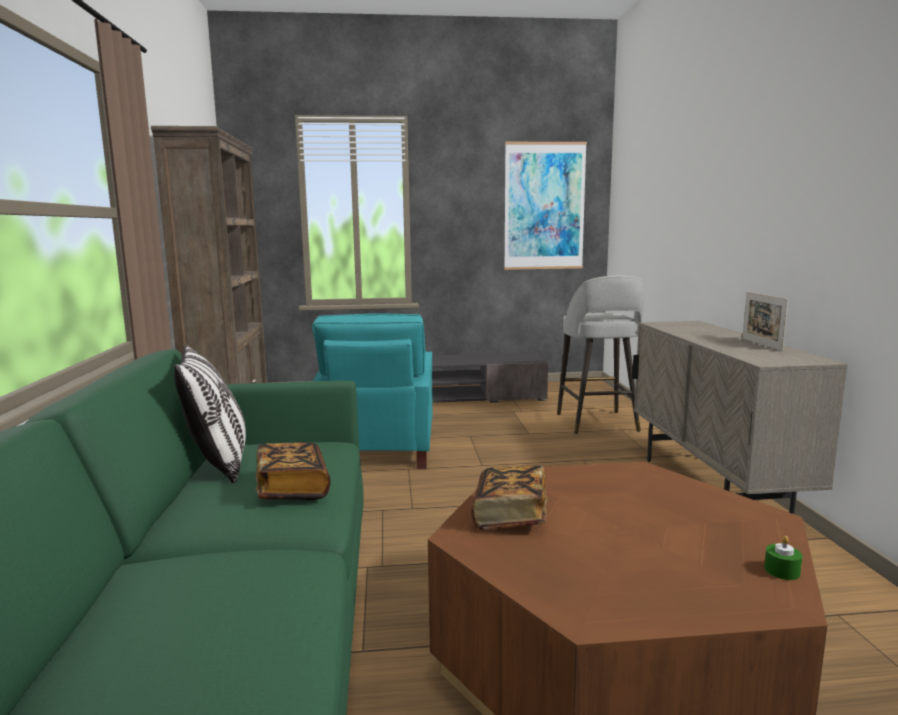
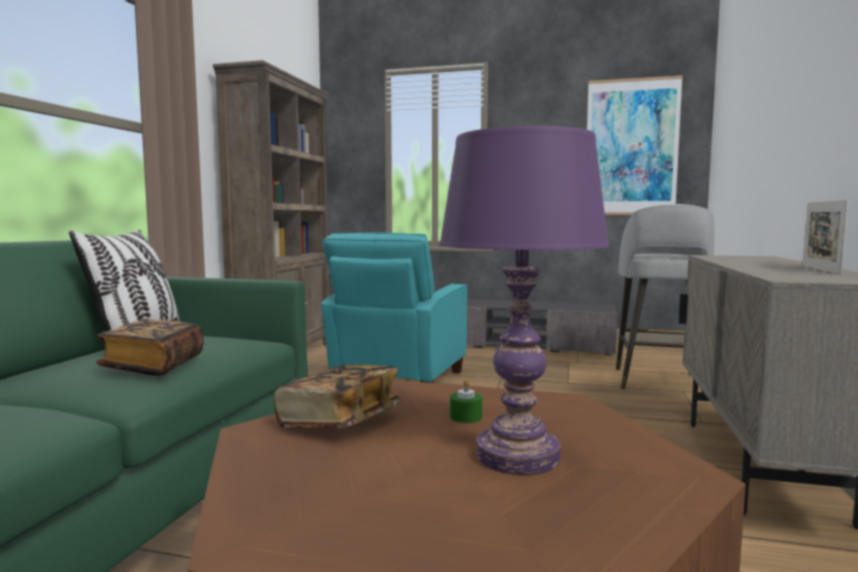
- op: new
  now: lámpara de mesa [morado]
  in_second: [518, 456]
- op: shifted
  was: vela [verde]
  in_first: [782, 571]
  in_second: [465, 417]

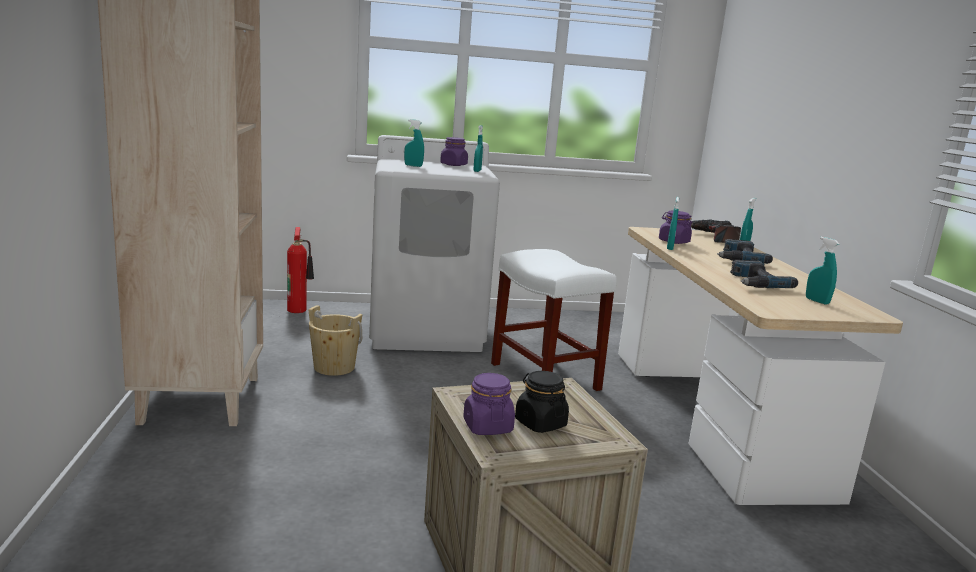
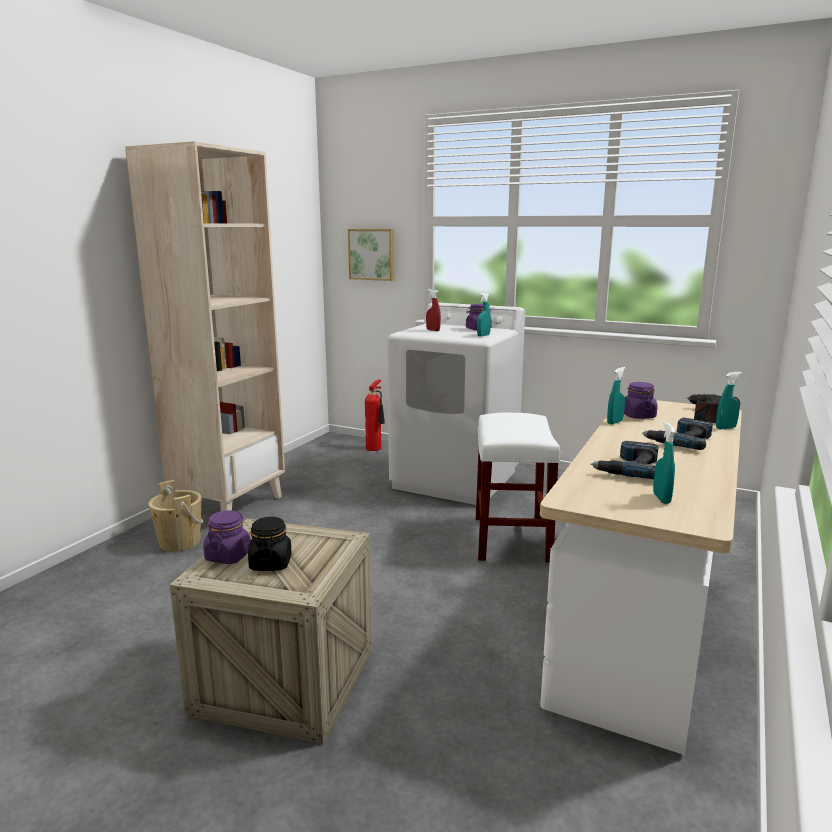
- op: new
  now: cuadro
  in_second: [372, 254]
- op: shifted
  was: cubo [beis]
  in_first: [334, 367]
  in_second: [180, 542]
- op: repainted
  was: pulverizador [turquesa]
  now: pulverizador [rojo]
  in_first: [413, 166]
  in_second: [433, 330]

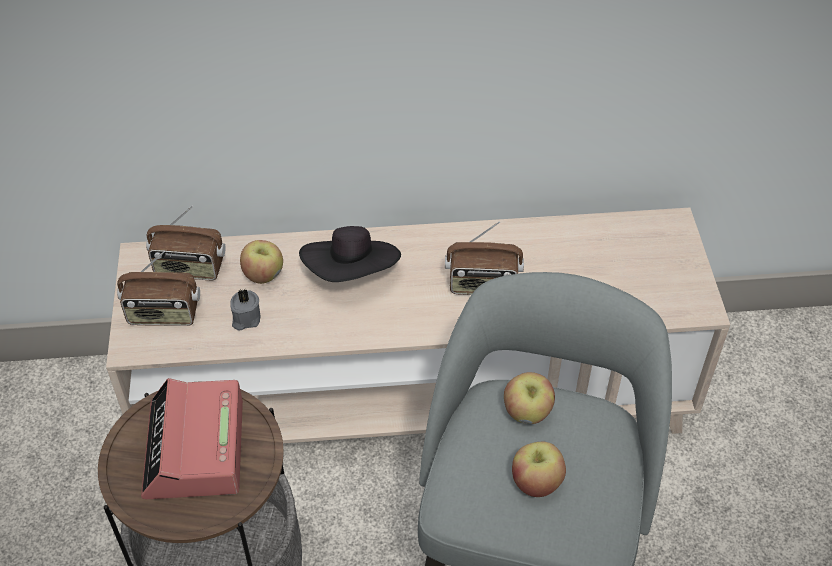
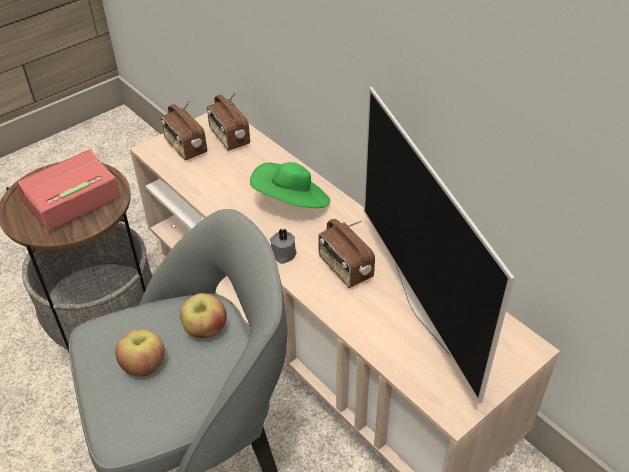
- op: gone
  was: manzana
  in_first: [263, 275]
- op: new
  now: televisor
  in_second: [424, 307]
- op: shifted
  was: vela [gris]
  in_first: [245, 319]
  in_second: [282, 254]
- op: repainted
  was: sombrero [negro]
  now: sombrero [verde]
  in_first: [352, 273]
  in_second: [292, 203]

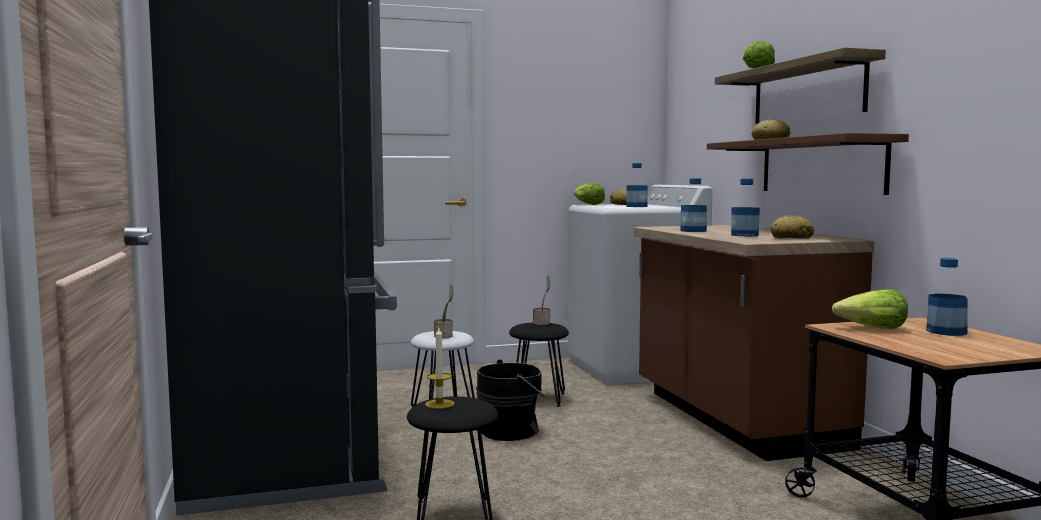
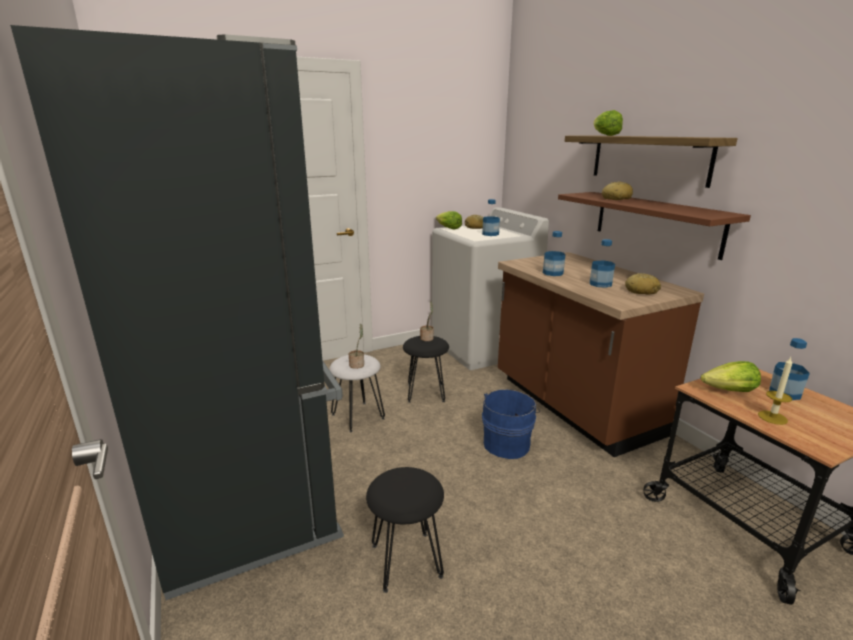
- op: gone
  was: cubo [negro]
  in_first: [512, 430]
- op: new
  now: cubo [azul]
  in_second: [507, 443]
- op: shifted
  was: vela
  in_first: [439, 404]
  in_second: [772, 417]

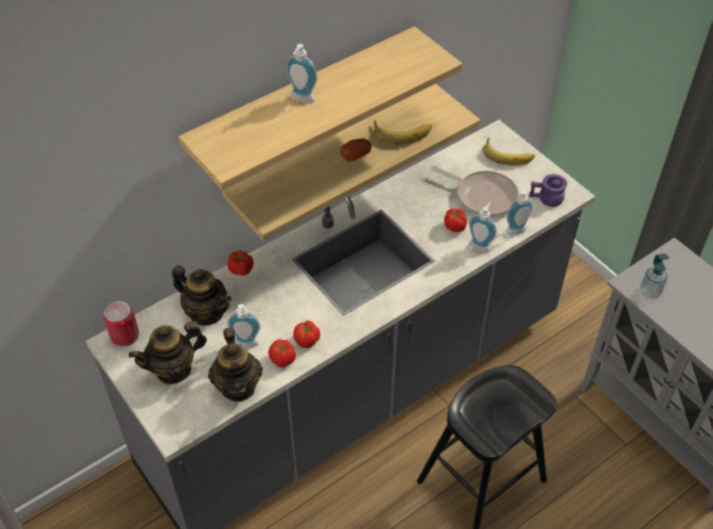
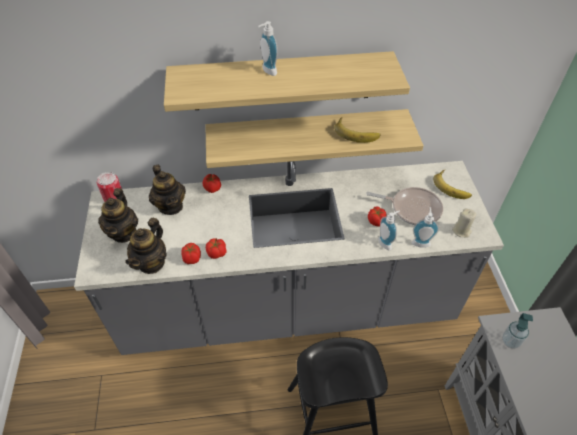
- op: gone
  was: dispensador de jabón
  in_first: [246, 345]
- op: gone
  was: patata
  in_first: [356, 155]
- op: swapped
  was: taza grande [morado]
  now: vela [beis]
  in_first: [547, 199]
  in_second: [461, 231]
- op: rotated
  was: tetera
  in_first: [174, 369]
  in_second: [123, 232]
  clockwise: -90
- op: rotated
  was: sartén
  in_first: [483, 196]
  in_second: [412, 208]
  clockwise: -45

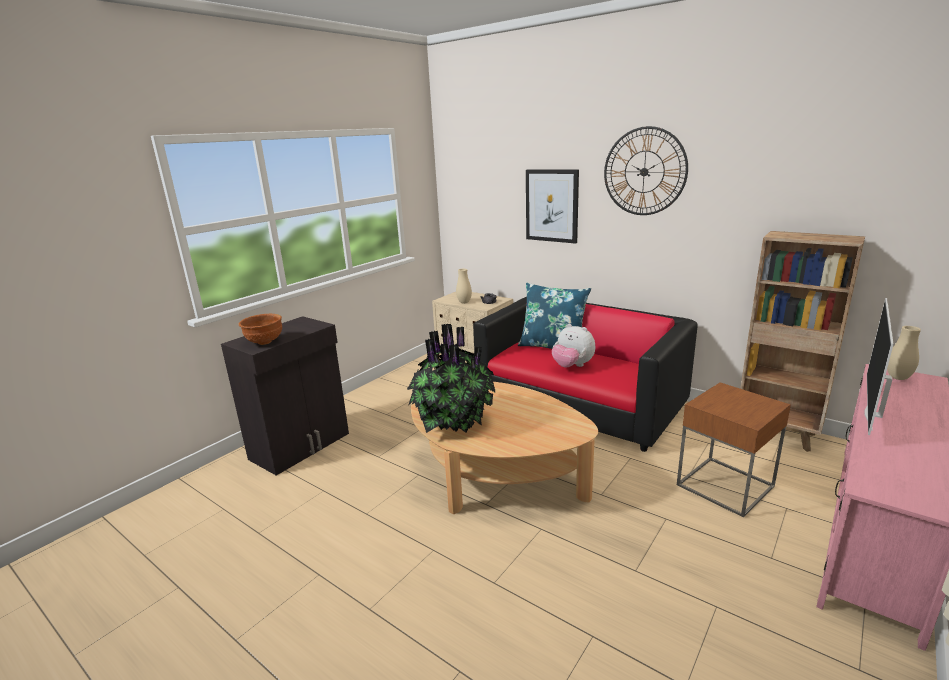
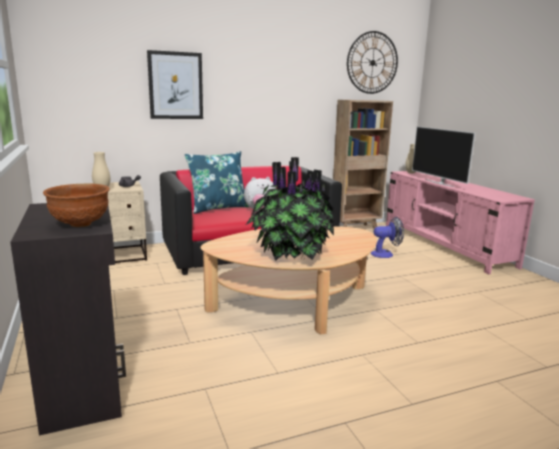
- op: shifted
  was: reloj de pared
  in_first: [644, 172]
  in_second: [372, 63]
- op: swapped
  was: mesa auxiliar [marrón]
  now: ventilador
  in_first: [725, 485]
  in_second: [385, 254]

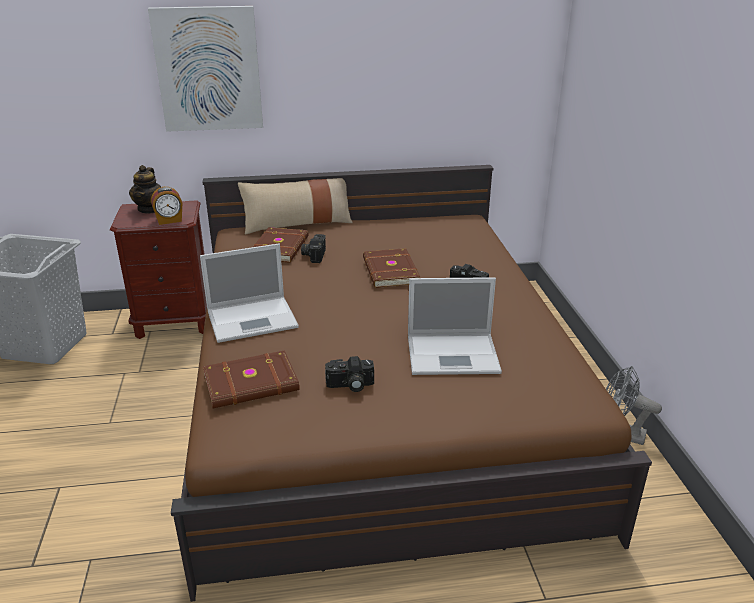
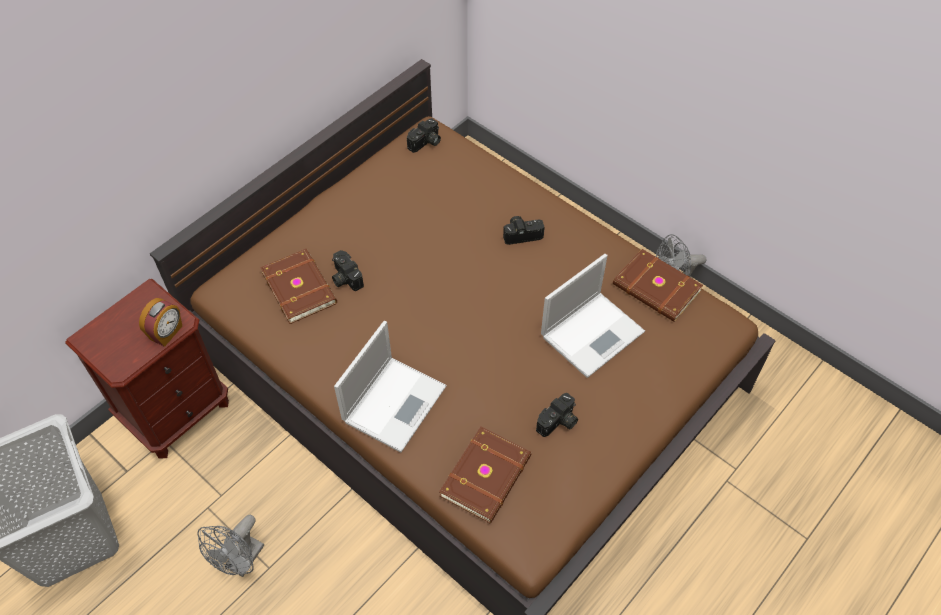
- op: gone
  was: tetera
  in_first: [150, 209]
- op: gone
  was: cuadro
  in_first: [208, 69]
- op: gone
  was: cojín [beis]
  in_first: [298, 224]
- op: new
  now: ventilador [gris]
  in_second: [241, 562]
- op: new
  now: cámara
  in_second: [426, 143]
- op: shifted
  was: libro [marrón]
  in_first: [389, 271]
  in_second: [656, 289]

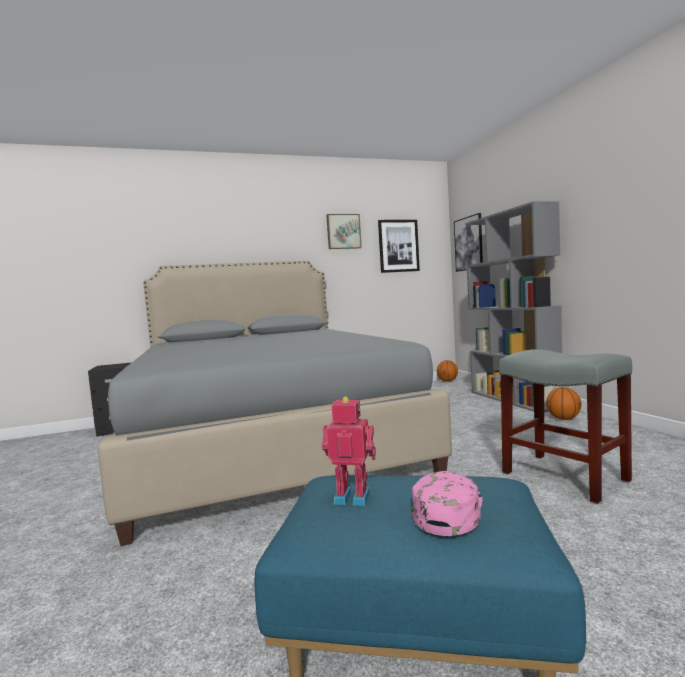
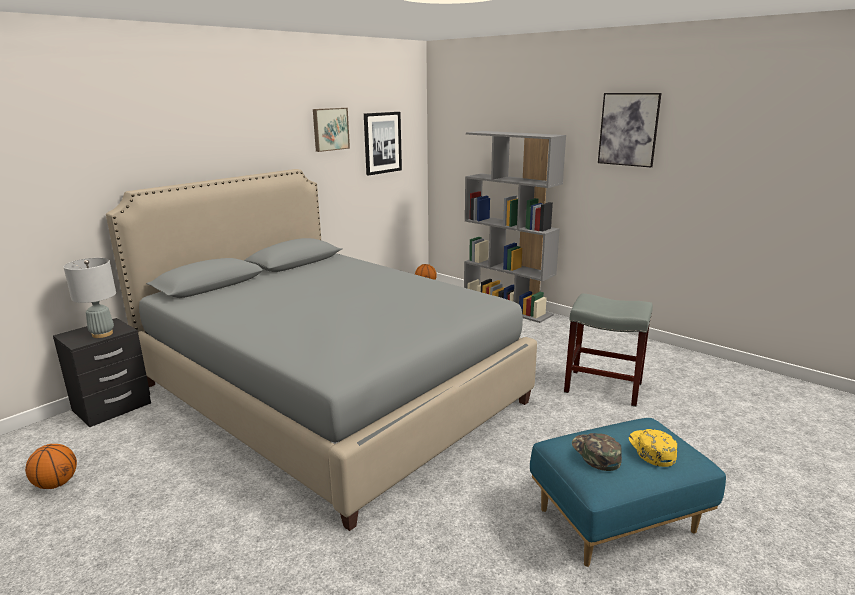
- op: new
  now: lámpara de mesa [gris]
  in_second: [102, 334]
- op: shifted
  was: cuadro
  in_first: [468, 243]
  in_second: [628, 129]
- op: shifted
  was: balón de baloncesto
  in_first: [563, 419]
  in_second: [56, 484]
- op: swapped
  was: robot de juguete
  now: gorra [verde]
  in_first: [352, 497]
  in_second: [595, 454]
- op: repainted
  was: gorra [rosa]
  now: gorra [amarillo]
  in_first: [448, 509]
  in_second: [651, 449]

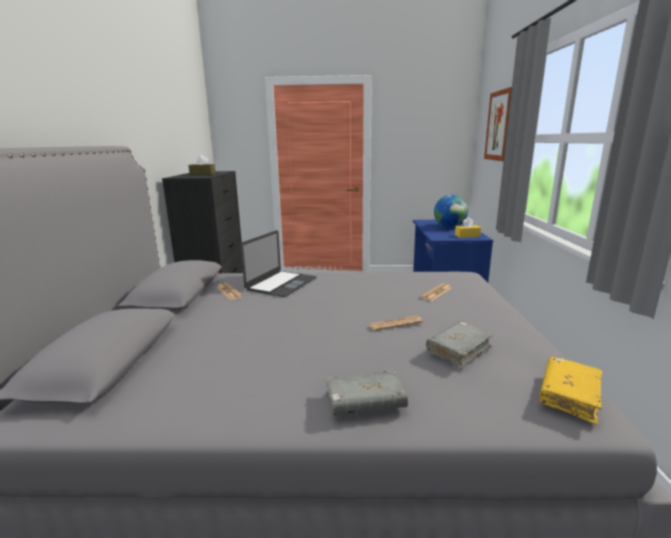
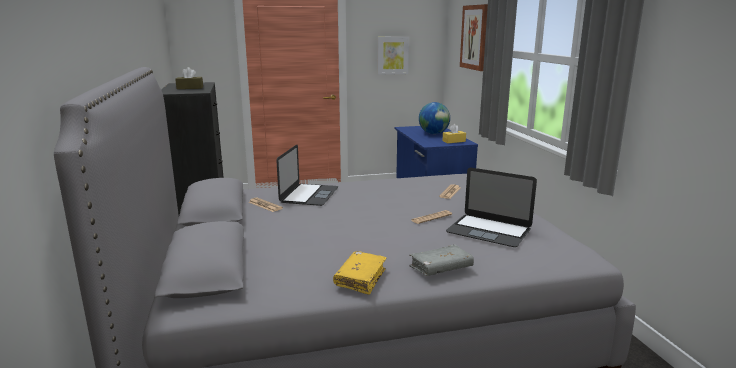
- op: new
  now: cuadro
  in_second: [392, 55]
- op: shifted
  was: libro [amarillo]
  in_first: [569, 395]
  in_second: [360, 278]
- op: swapped
  was: libro [gris]
  now: portátil
  in_first: [459, 350]
  in_second: [489, 230]

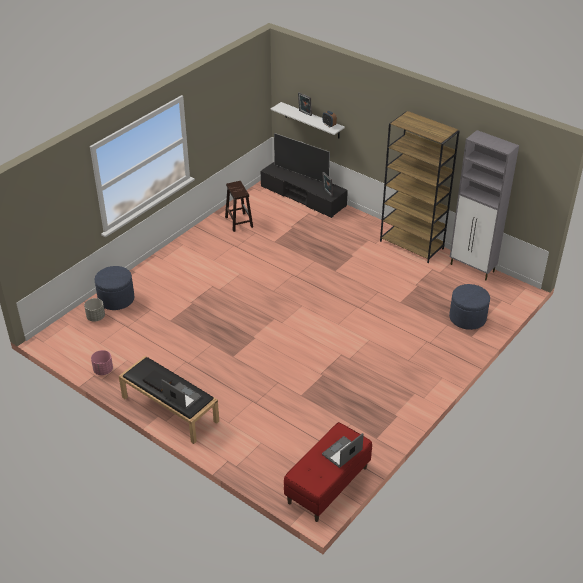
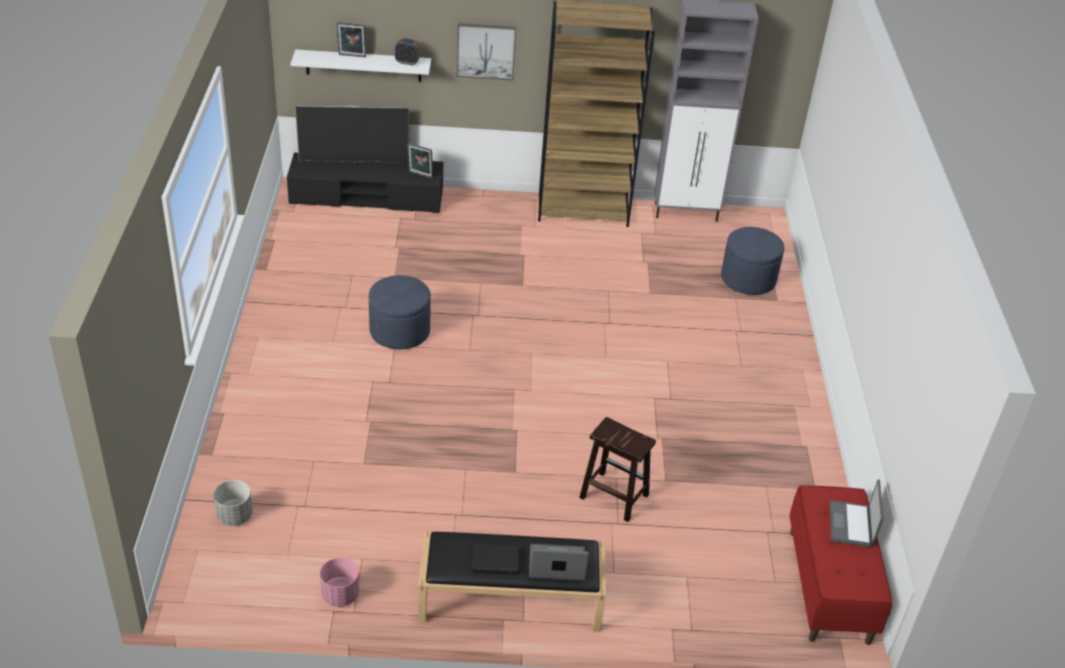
- op: new
  now: cuadro
  in_second: [486, 51]
- op: shifted
  was: puf [azul]
  in_first: [116, 299]
  in_second: [400, 331]
- op: shifted
  was: taburete [marrón]
  in_first: [238, 222]
  in_second: [613, 496]

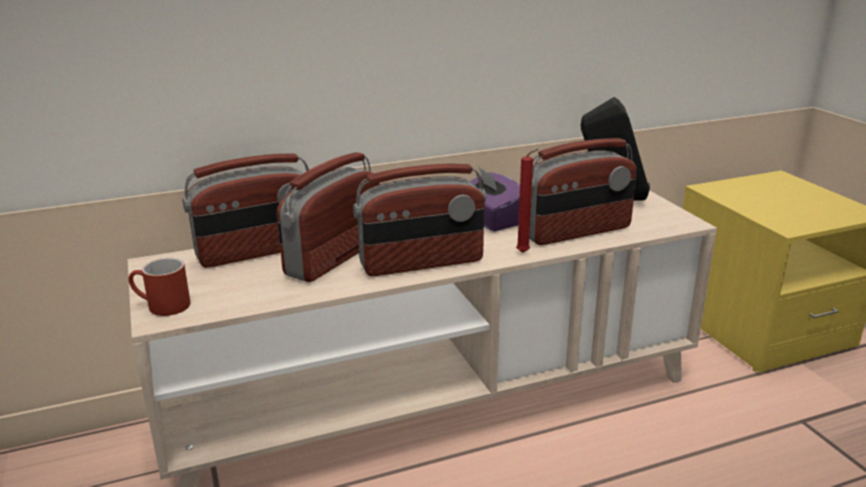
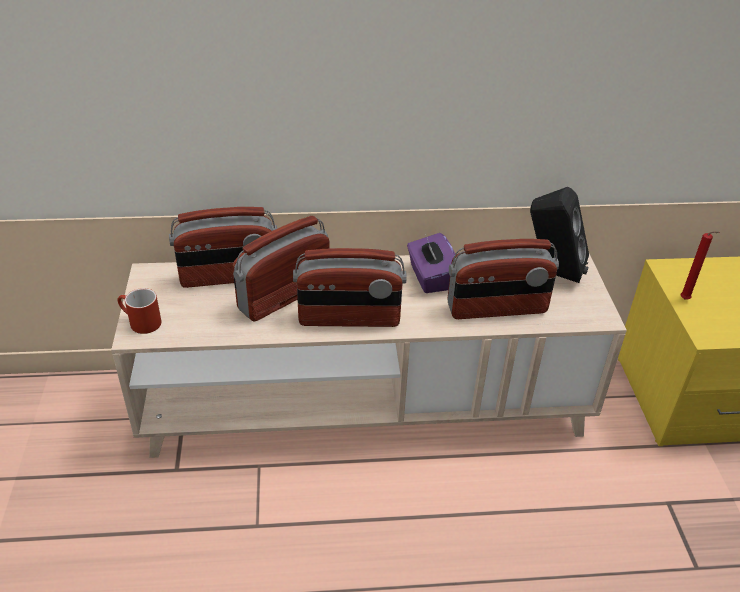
- op: shifted
  was: vela [rojo]
  in_first: [524, 253]
  in_second: [686, 300]

